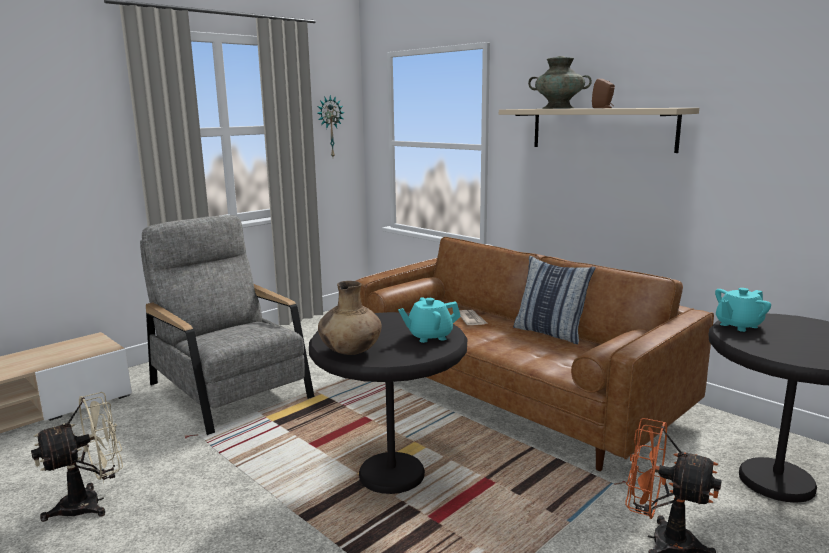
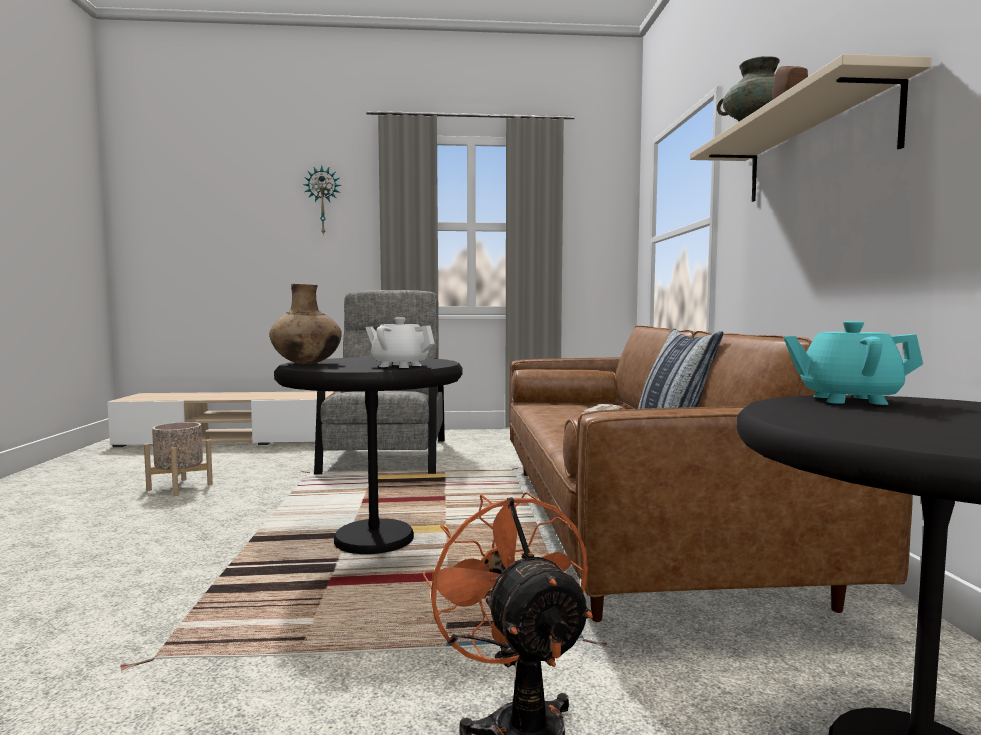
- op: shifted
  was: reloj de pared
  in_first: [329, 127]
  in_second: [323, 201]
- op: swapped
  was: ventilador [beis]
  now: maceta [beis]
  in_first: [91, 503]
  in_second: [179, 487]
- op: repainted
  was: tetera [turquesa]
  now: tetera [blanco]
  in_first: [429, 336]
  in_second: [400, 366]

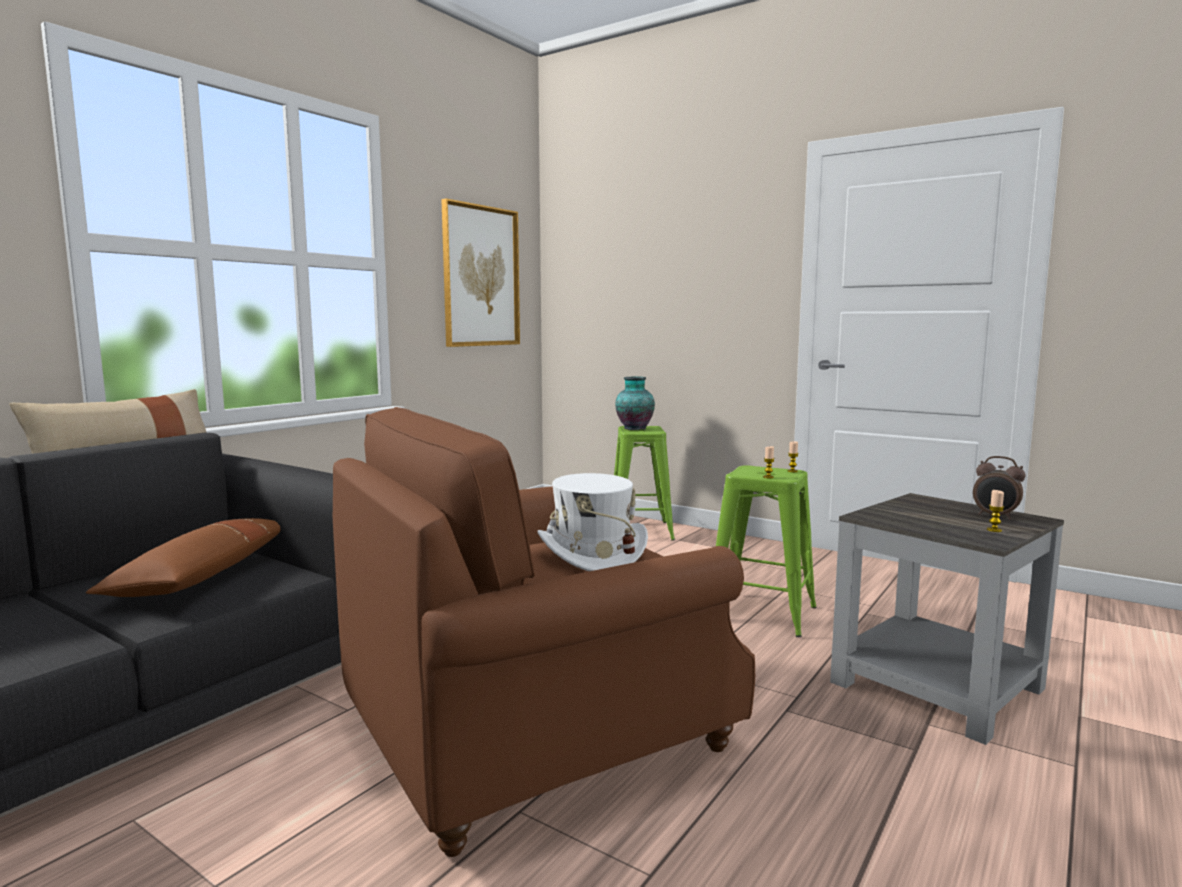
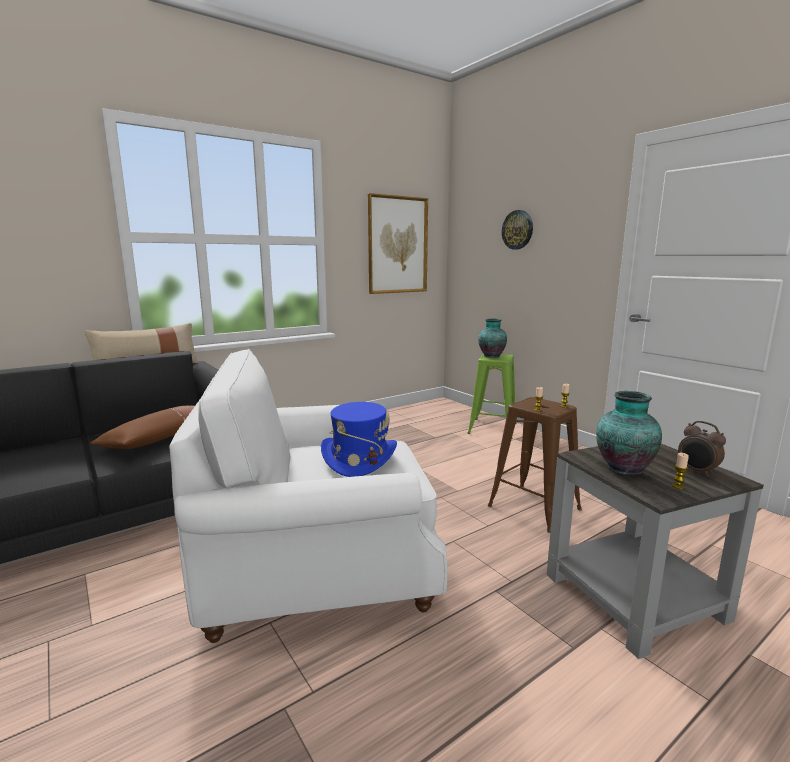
- op: new
  now: reloj de pared
  in_second: [517, 230]
- op: new
  now: florero
  in_second: [623, 468]
- op: repainted
  was: sillón [marrón]
  now: sillón [blanco]
  in_first: [534, 731]
  in_second: [317, 567]
- op: repainted
  was: sombrero [blanco]
  now: sombrero [azul]
  in_first: [591, 553]
  in_second: [359, 458]
- op: repainted
  was: taburete [verde]
  now: taburete [marrón]
  in_first: [762, 614]
  in_second: [534, 508]

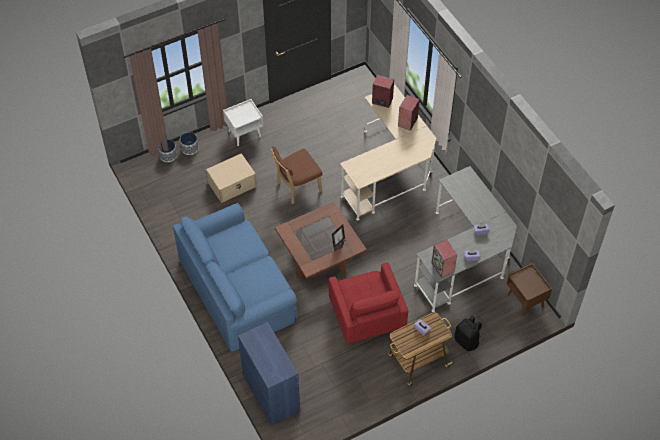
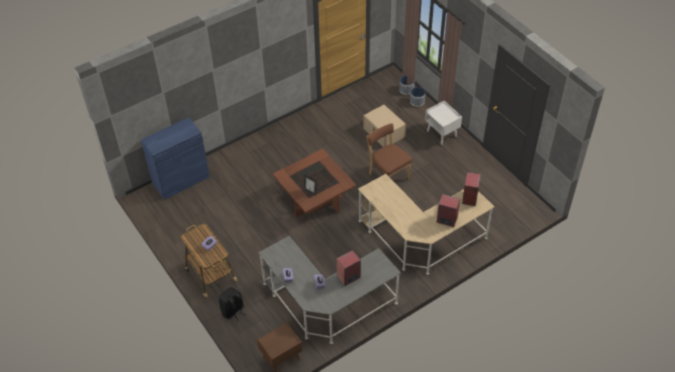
- op: gone
  was: sofá [azul]
  in_first: [237, 289]
- op: gone
  was: sillón [rojo]
  in_first: [366, 318]
- op: shifted
  was: altavoz
  in_first: [443, 267]
  in_second: [348, 277]

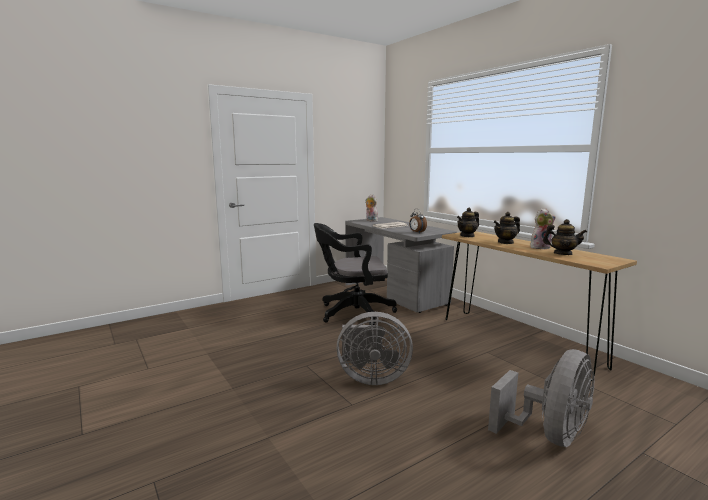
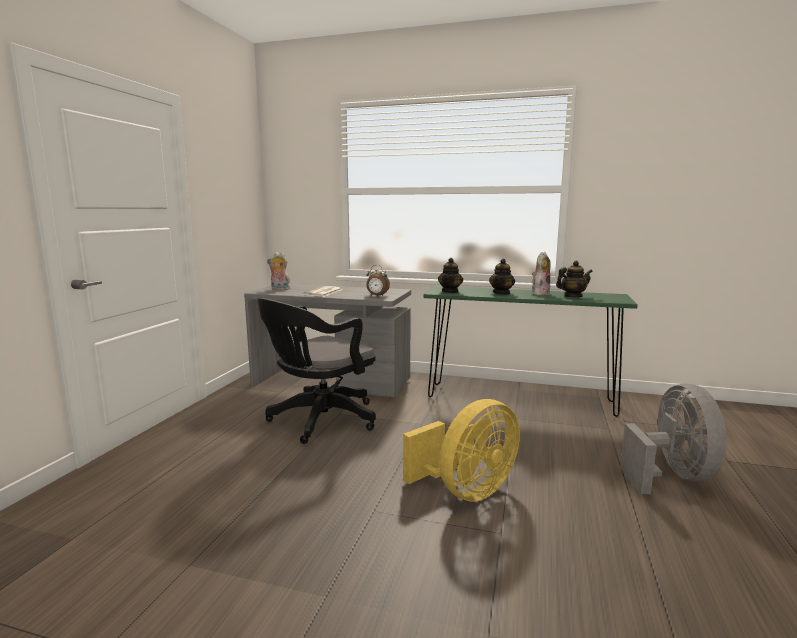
- op: repainted
  was: ventilador [gris]
  now: ventilador [amarillo]
  in_first: [371, 377]
  in_second: [466, 491]
- op: repainted
  was: mesa consola [marrón]
  now: mesa consola [verde]
  in_first: [517, 341]
  in_second: [519, 399]

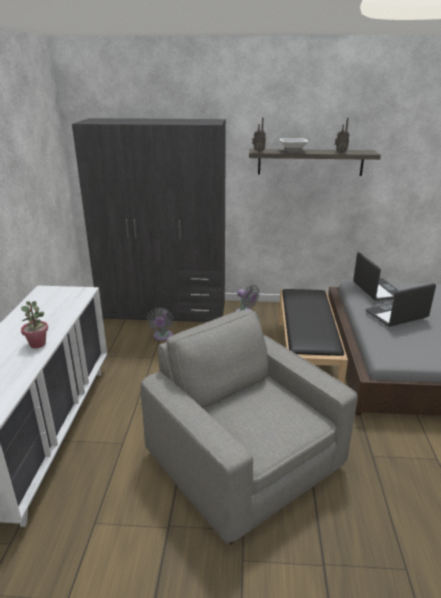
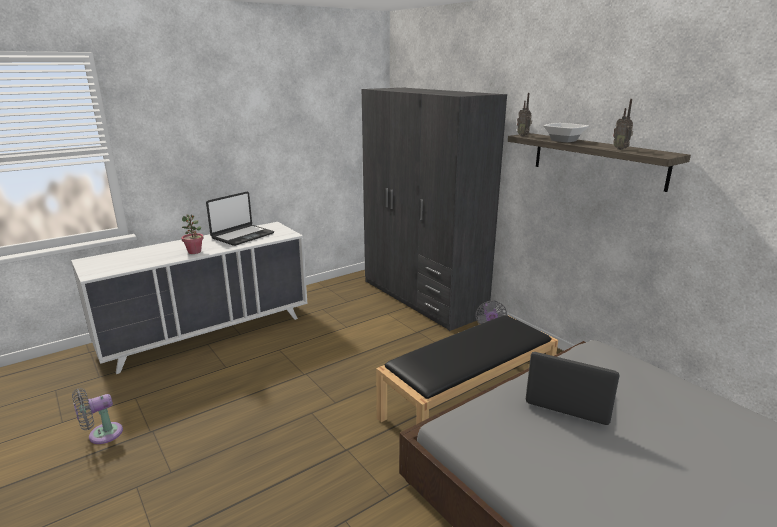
- op: gone
  was: sillón [gris]
  in_first: [244, 460]
- op: shifted
  was: ventilador [gris]
  in_first: [162, 336]
  in_second: [101, 435]
- op: shifted
  was: portátil
  in_first: [377, 290]
  in_second: [242, 236]

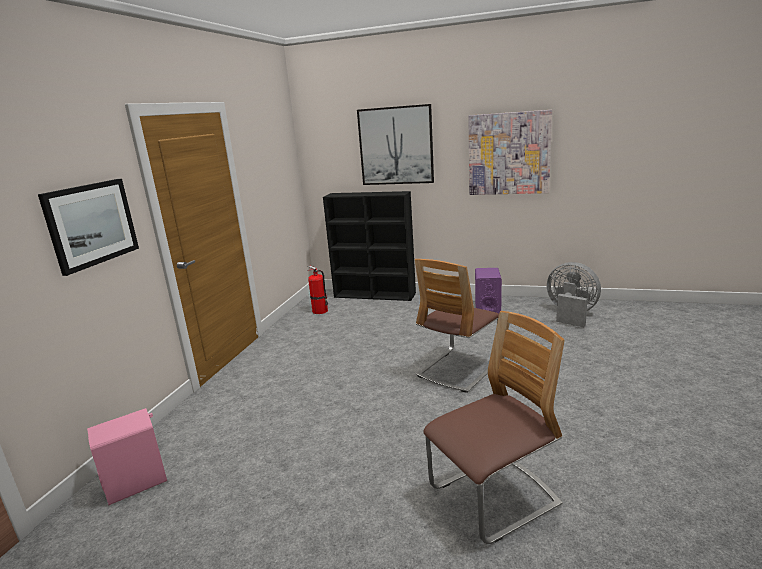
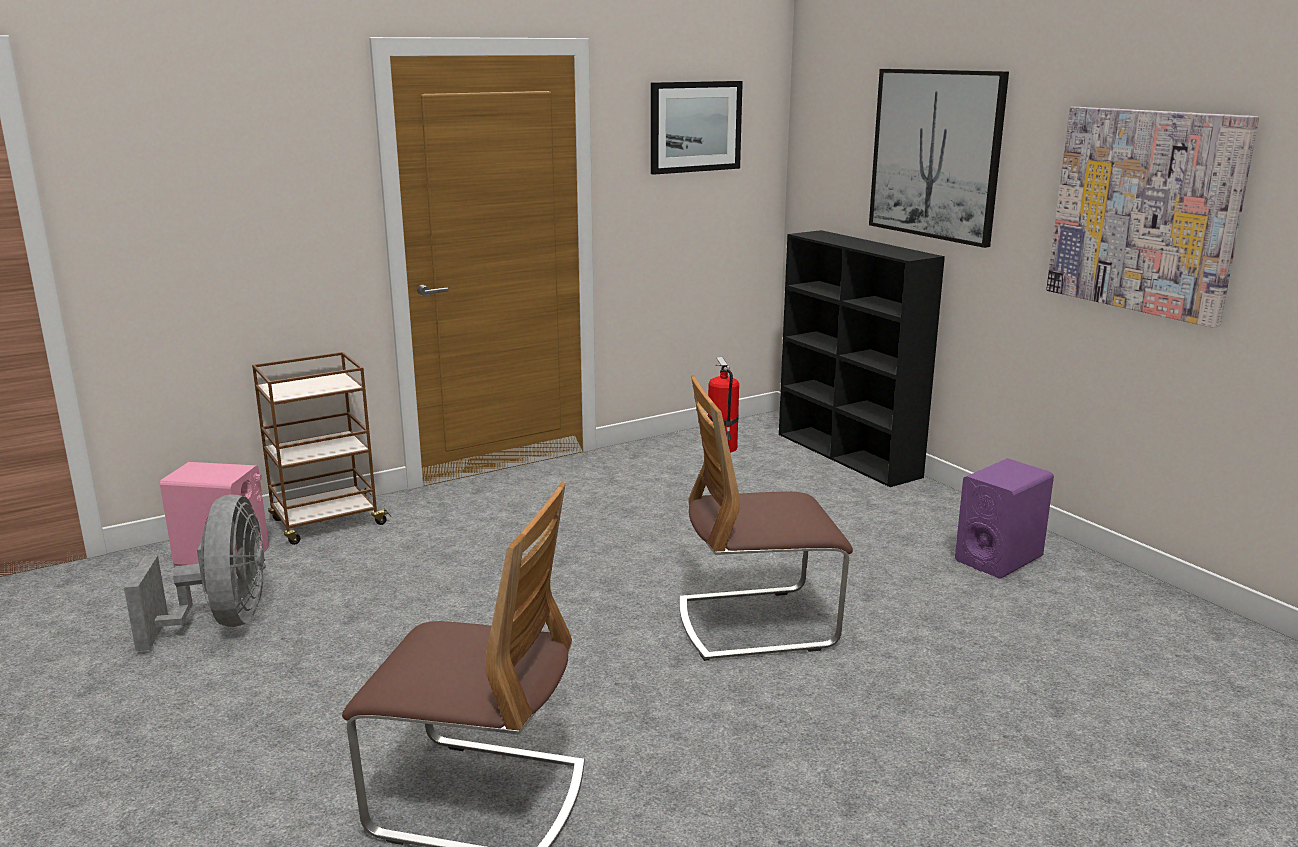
- op: new
  now: carrito [marrón]
  in_second: [326, 523]
- op: shifted
  was: cuadro
  in_first: [91, 224]
  in_second: [695, 126]
- op: shifted
  was: ventilador [gris]
  in_first: [571, 314]
  in_second: [223, 621]

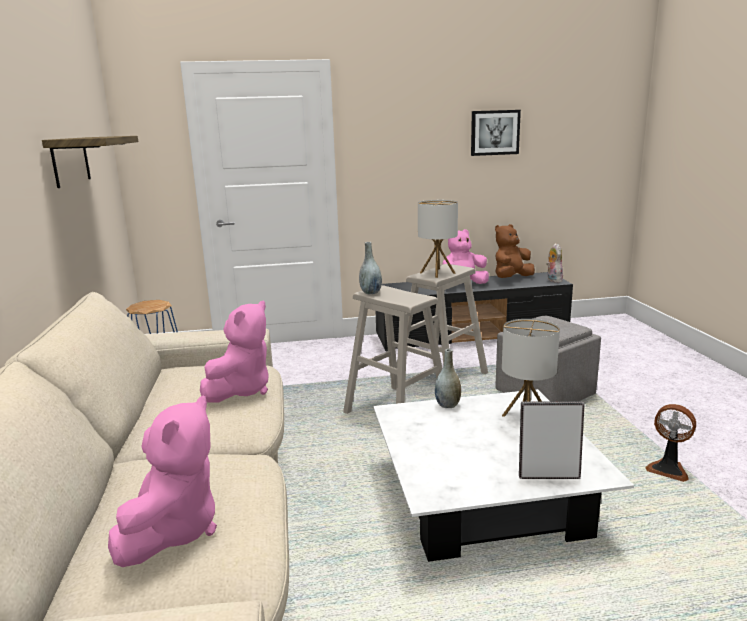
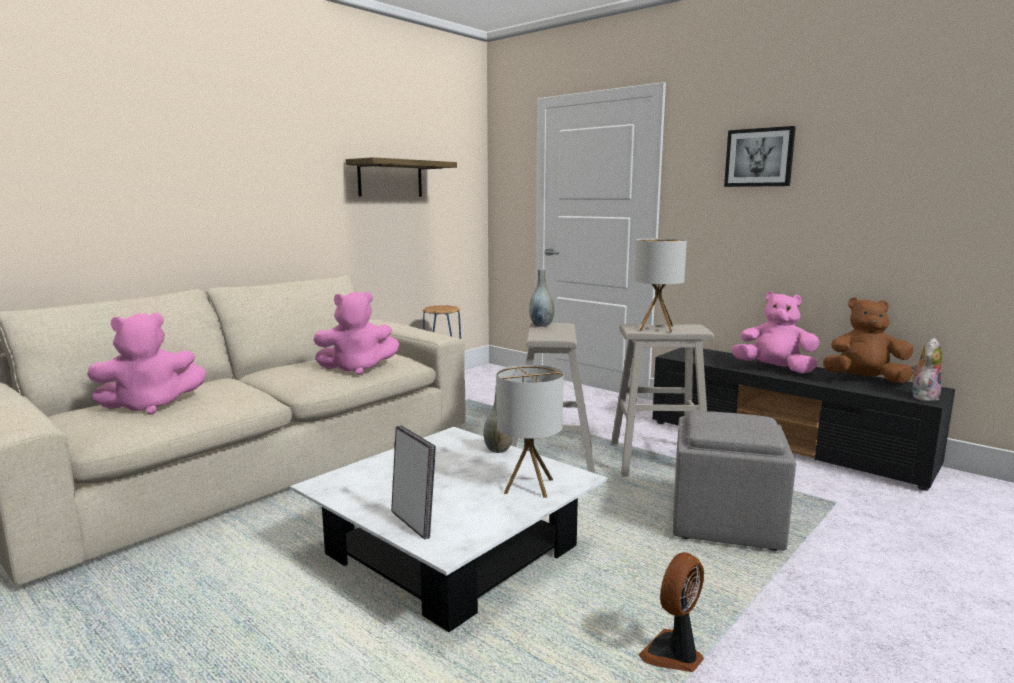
- op: shifted
  was: cuadro
  in_first: [494, 132]
  in_second: [759, 157]
- op: rotated
  was: ventilador
  in_first: [668, 469]
  in_second: [674, 655]
  clockwise: 45

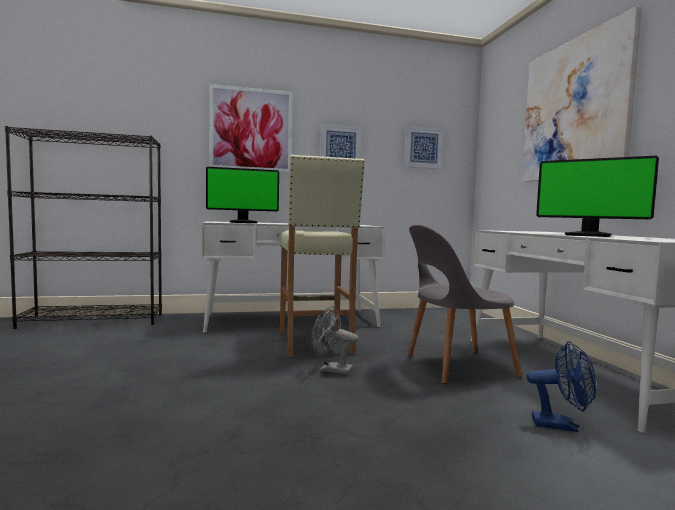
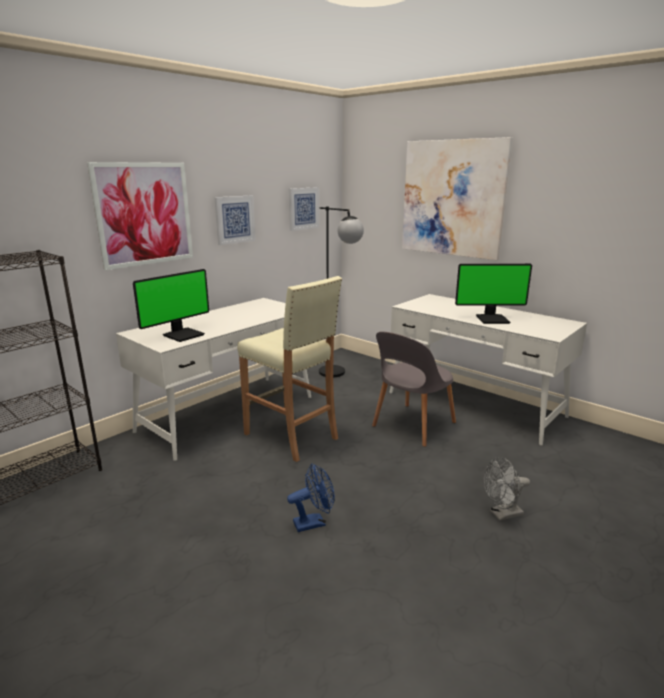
- op: new
  now: lámpara de pie [negro]
  in_second: [339, 375]
- op: shifted
  was: ventilador [gris]
  in_first: [331, 370]
  in_second: [502, 514]
- op: shifted
  was: ventilador [azul]
  in_first: [561, 425]
  in_second: [314, 522]

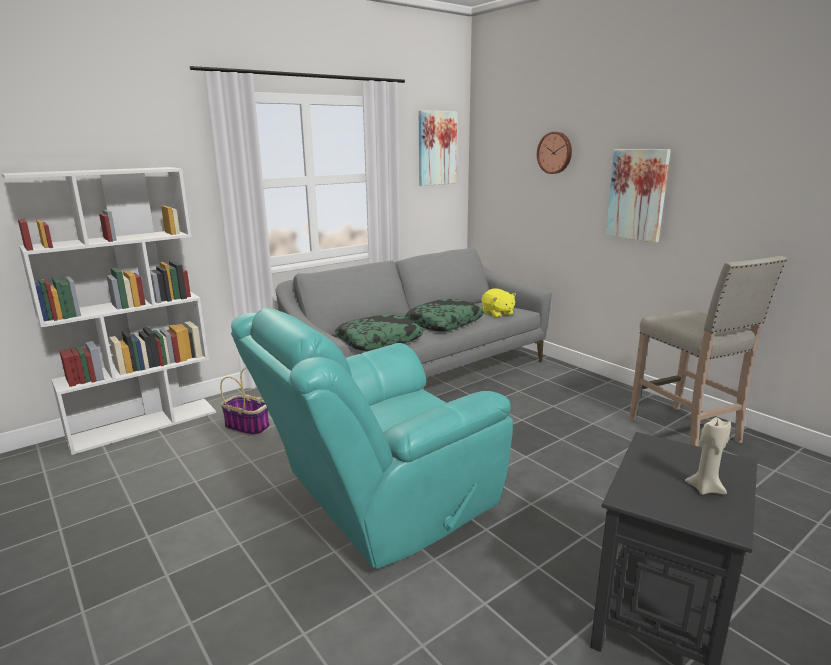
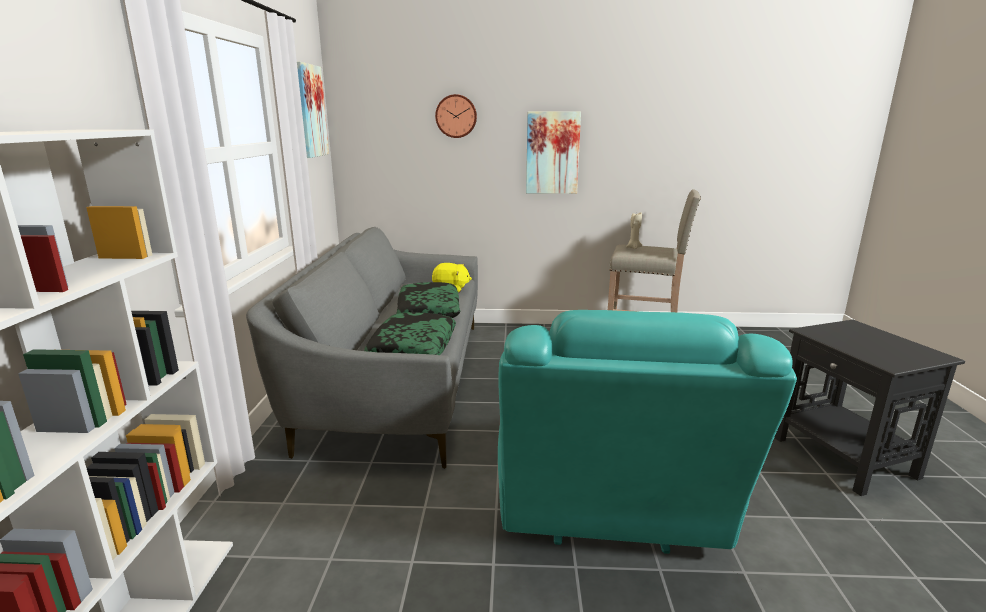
- op: gone
  was: cesta
  in_first: [248, 427]
- op: shifted
  was: vela [beis]
  in_first: [705, 488]
  in_second: [633, 247]

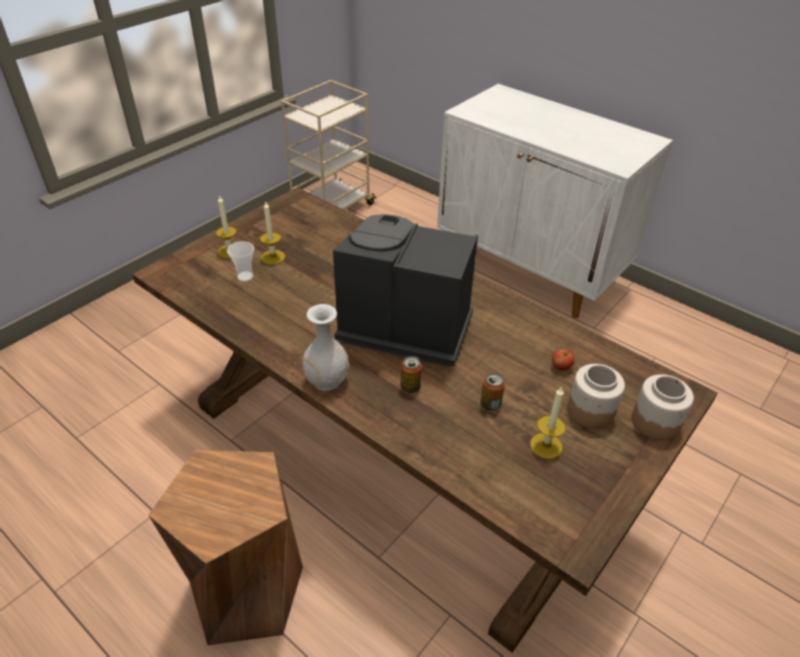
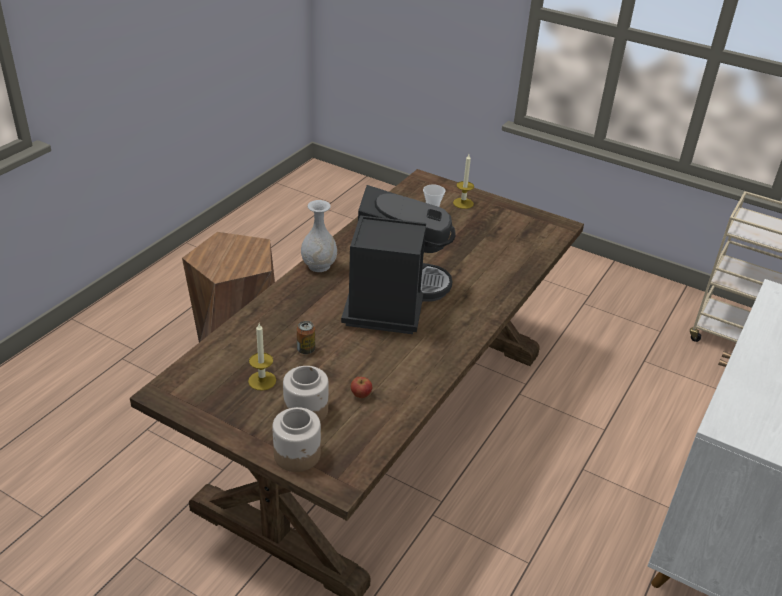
- op: gone
  was: vela
  in_first: [273, 257]
- op: gone
  was: lata
  in_first: [410, 387]

